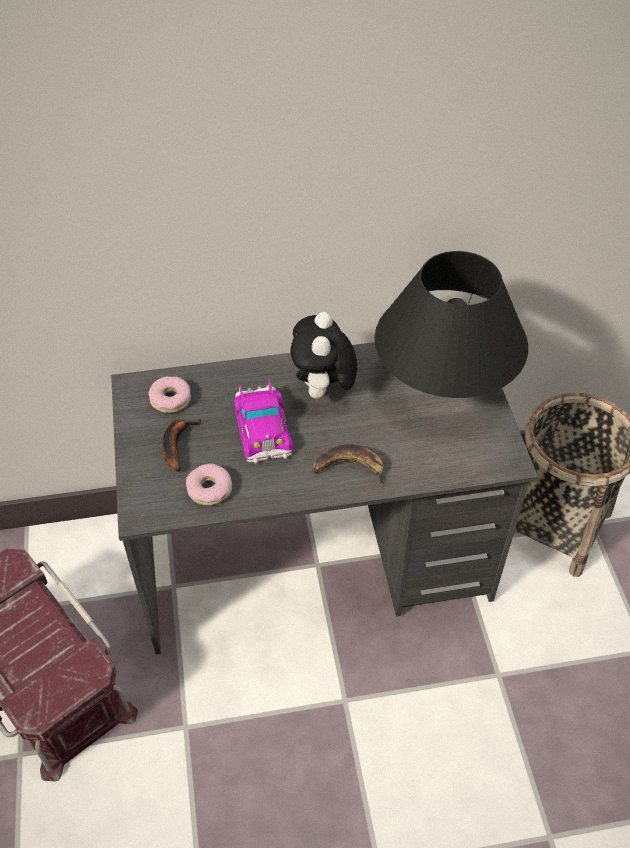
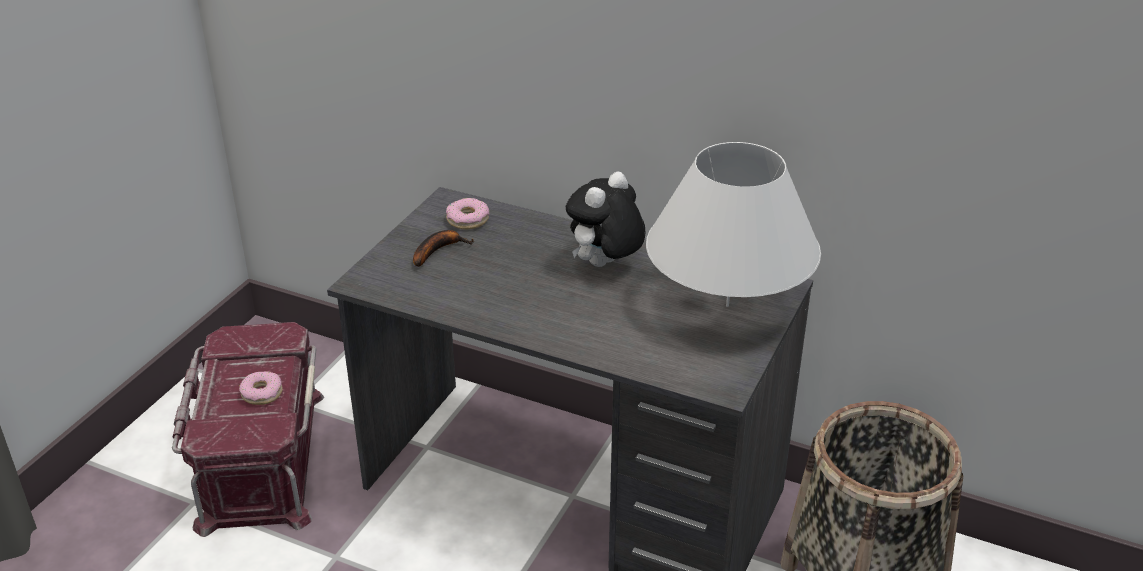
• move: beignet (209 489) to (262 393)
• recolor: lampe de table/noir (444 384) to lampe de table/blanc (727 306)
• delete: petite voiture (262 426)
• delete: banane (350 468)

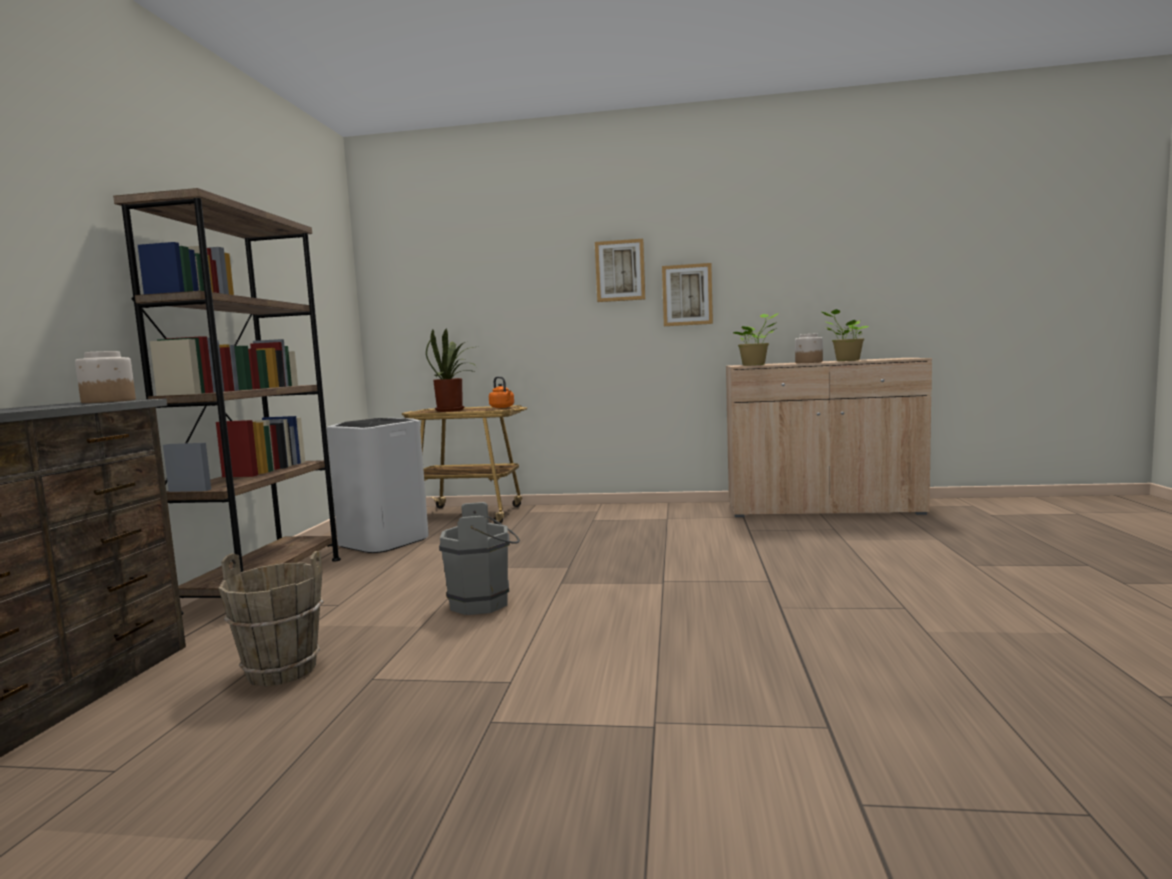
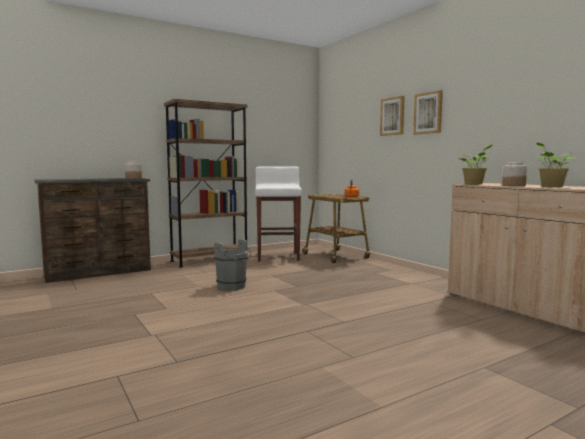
• replace: poubelle/blanc (384 541) to tabouret/blanc (278 257)
• move: tableau (687 295) to (392 116)
• delete: seau/marron (281 671)
• delete: plante en pot (453 410)

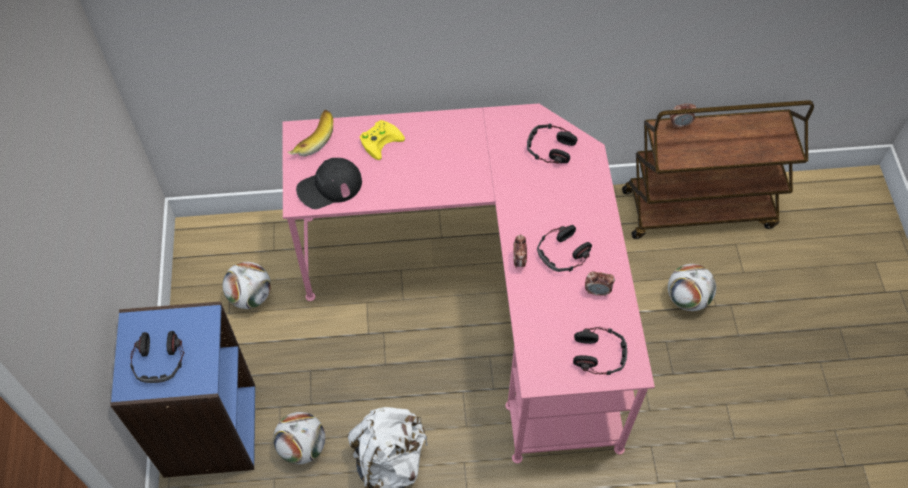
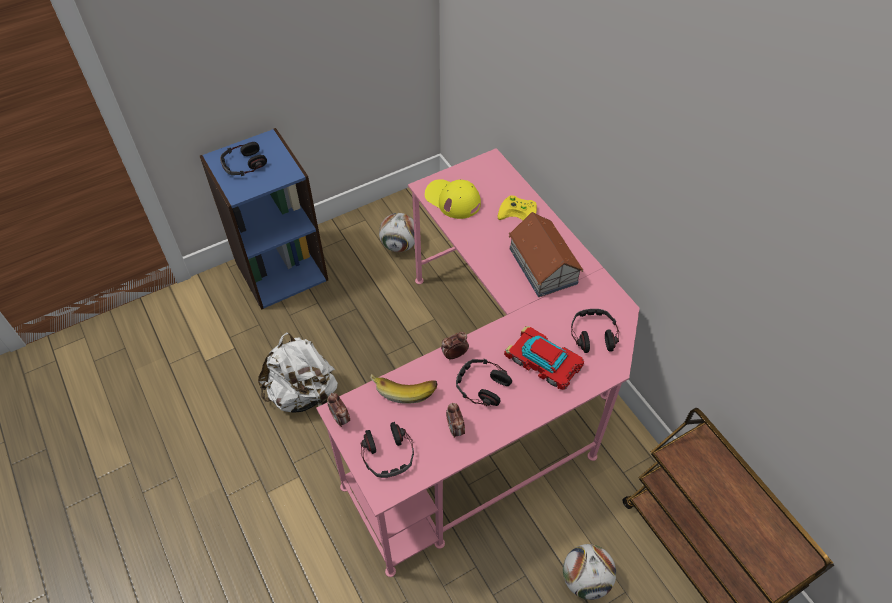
• move: réveil (680 124) to (340 418)
• move: banane (311 138) to (405 388)
• recolor: casquette/noir (329 186) to casquette/jaune (452 199)
• insert: petite voiture (543 362)
• insert: maison miniature (543 266)
• delete: ballon de foot (302 446)

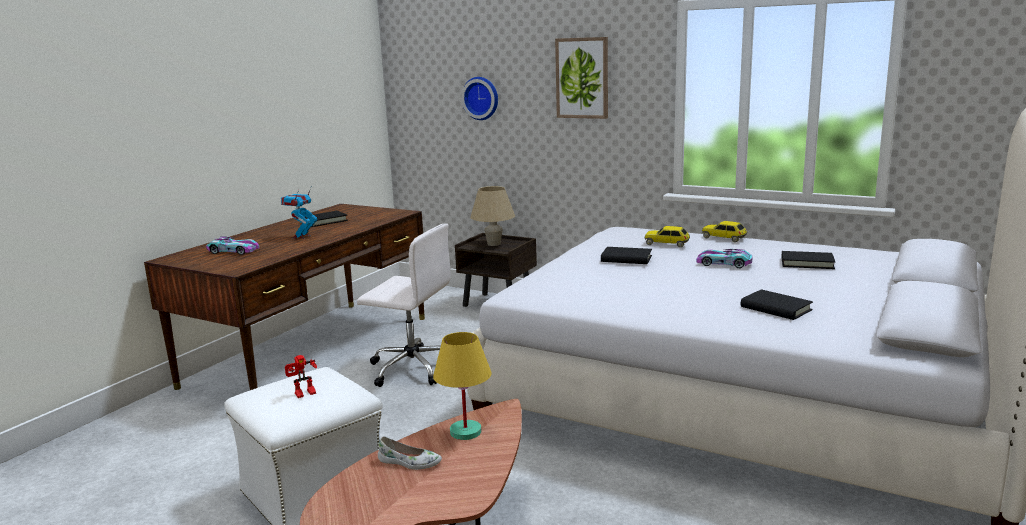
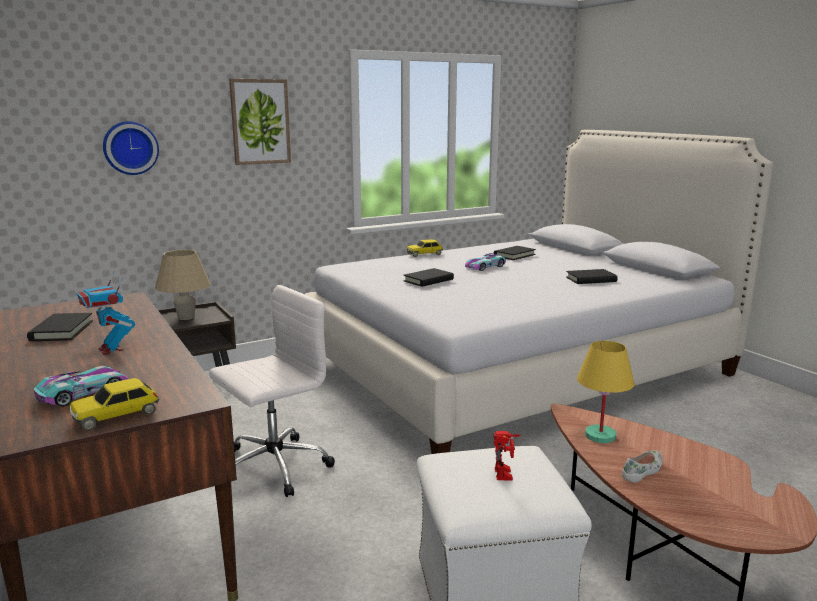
• move: petite voiture (667 244) to (117 415)

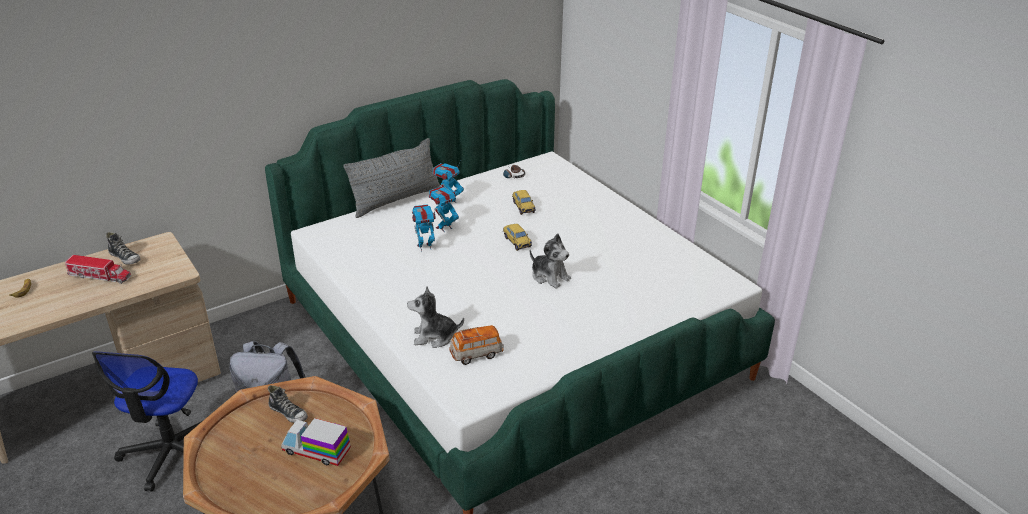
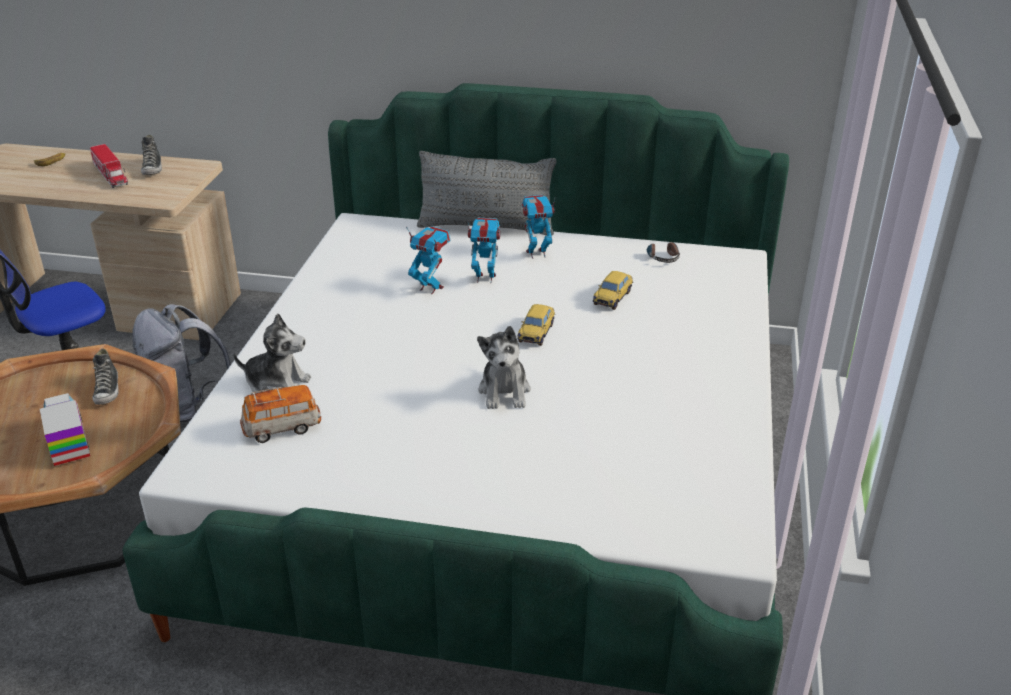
• rotate: peluche (434 337) = (277 384) 150 degrees clockwise
• rotate: petite voiture (477 354) = (282 428) 45 degrees counterclockwise

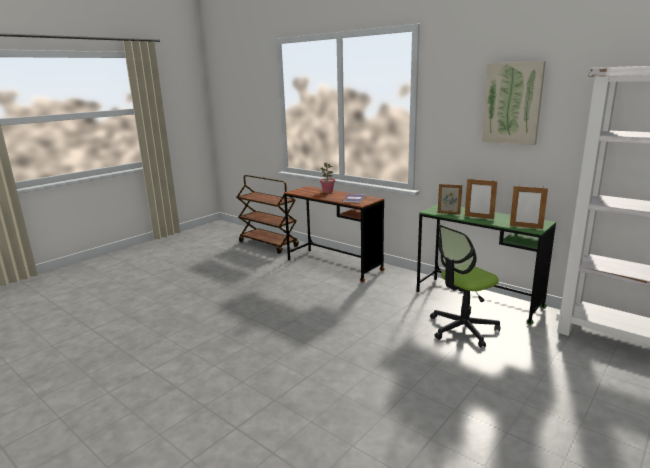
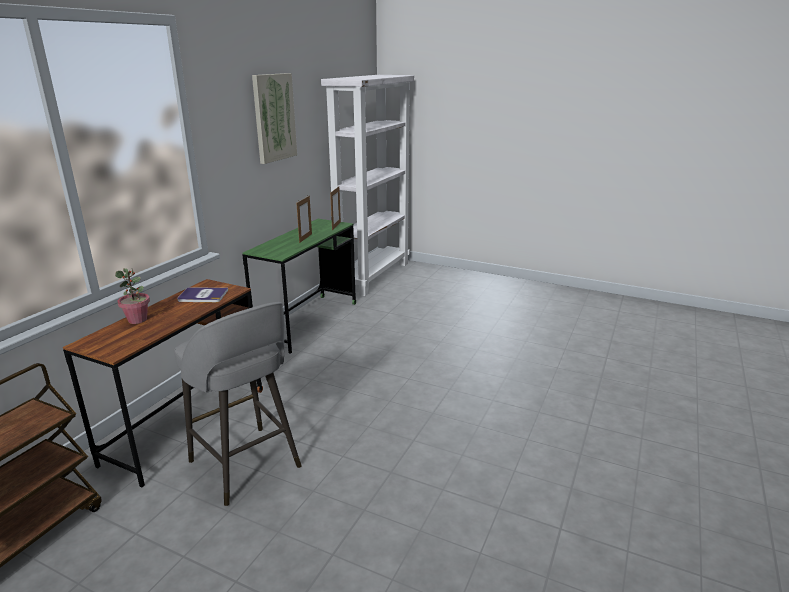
• insert: tabouret/gris (246 466)
• delete: chaise de bureau (462 329)
• delete: cadre photo (448 213)

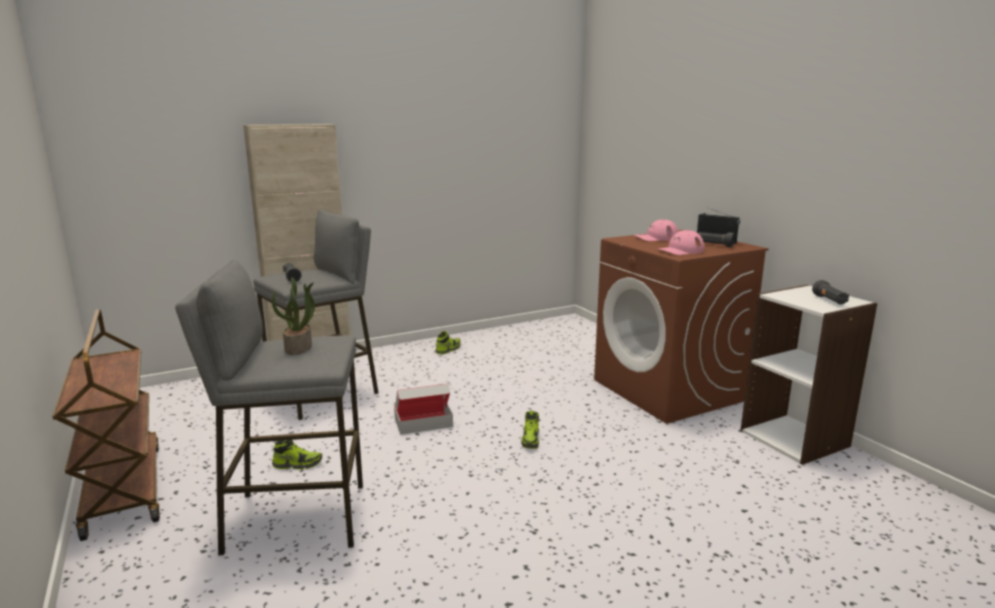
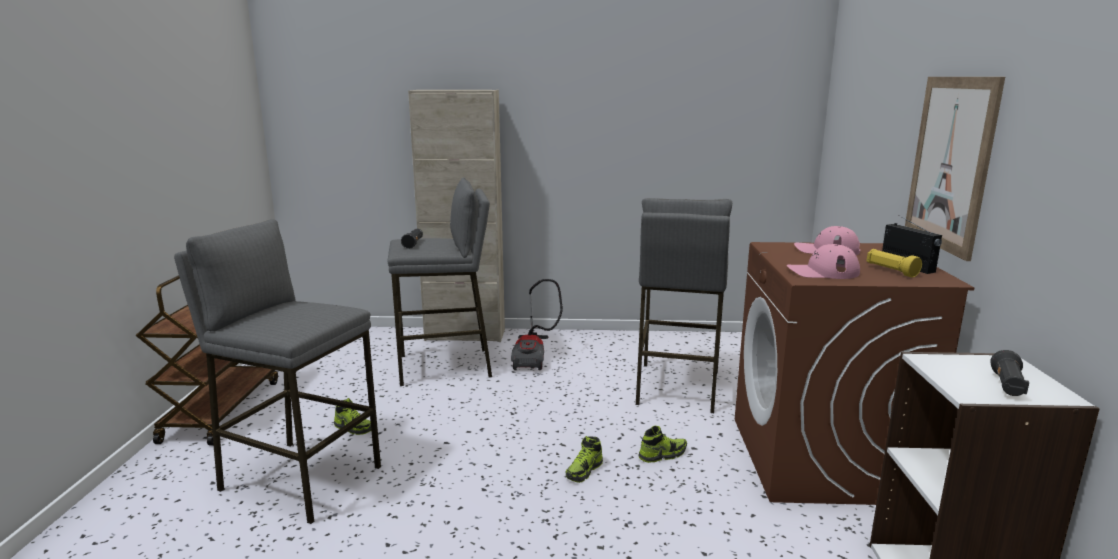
• insert: aspirateur (533 357)
• insert: tabouret/gris (676 387)
• move: chaussure (448 349) to (662 455)
• recolor: lampe de poche/noir (714 245) to lampe de poche/jaune (891 271)
• insert: tableau (950 163)
• delete: plante en pot (299 348)
• delete: carton (423 422)

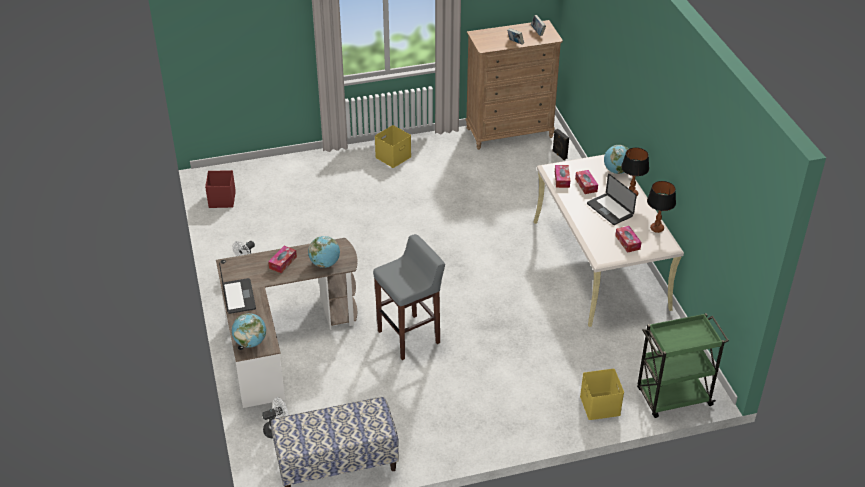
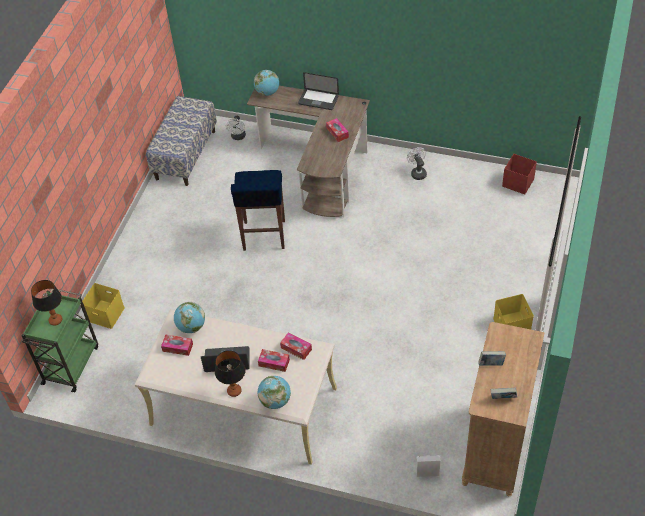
• move: lampe de table (657 229) to (55 320)
• move: globe (325 264) to (191 327)
• recolor: tabouret/gris (410 337) to tabouret/bleu (264 236)
• recolor: enceinte/noir (559 155) to enceinte/blanc (427 473)

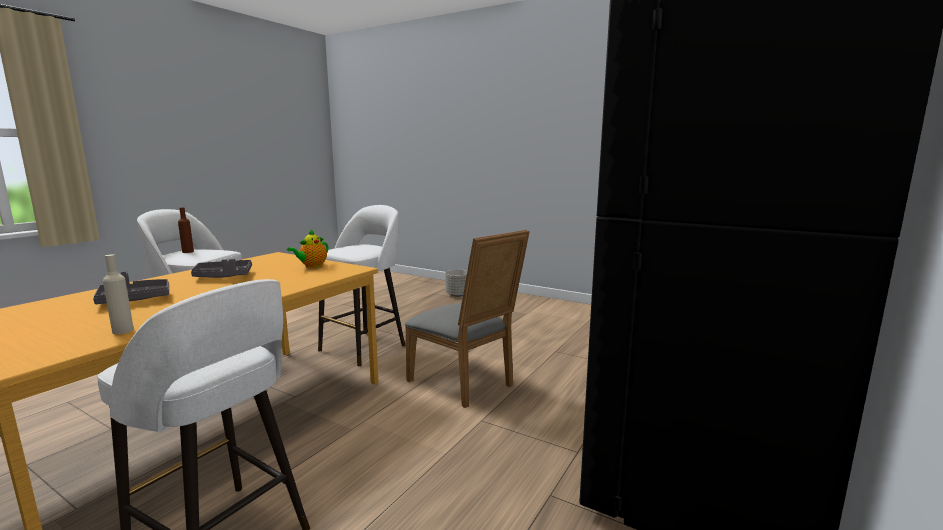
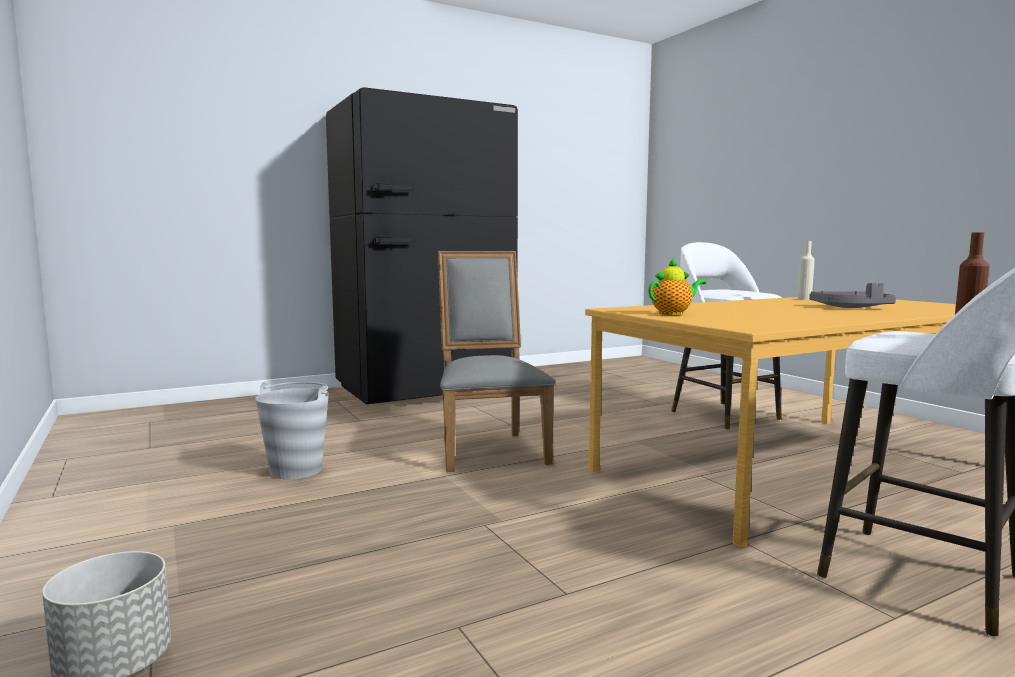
• insert: seau/gris (296 470)
• delete: plateau/gris (223 276)
• delete: tabouret/blanc (364 347)

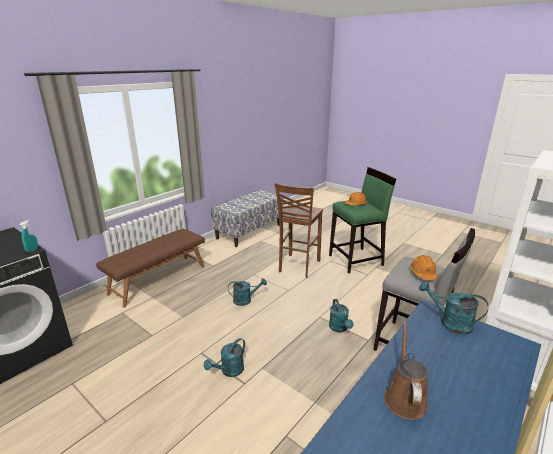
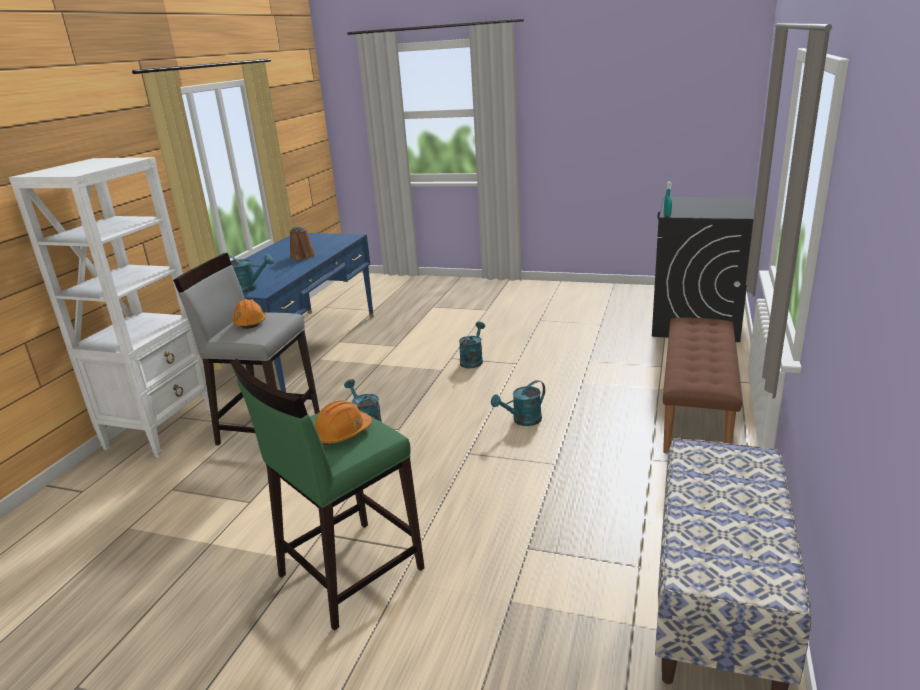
• delete: tabouret/marron (298 266)

